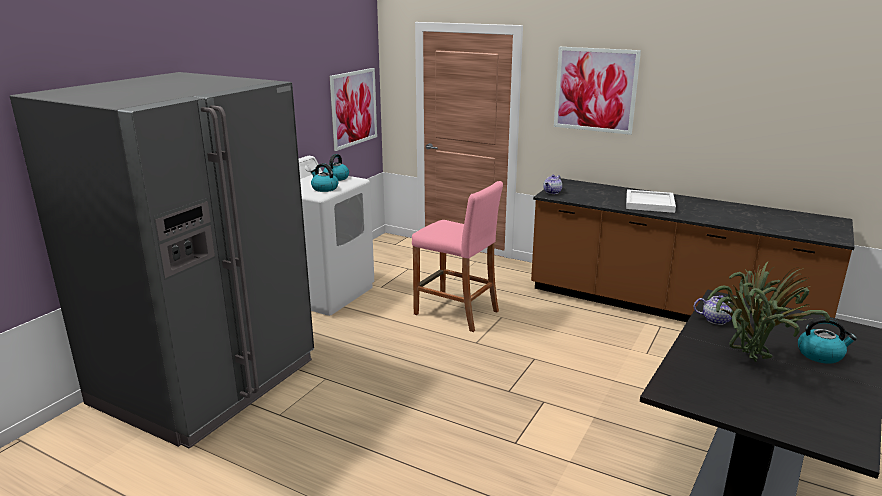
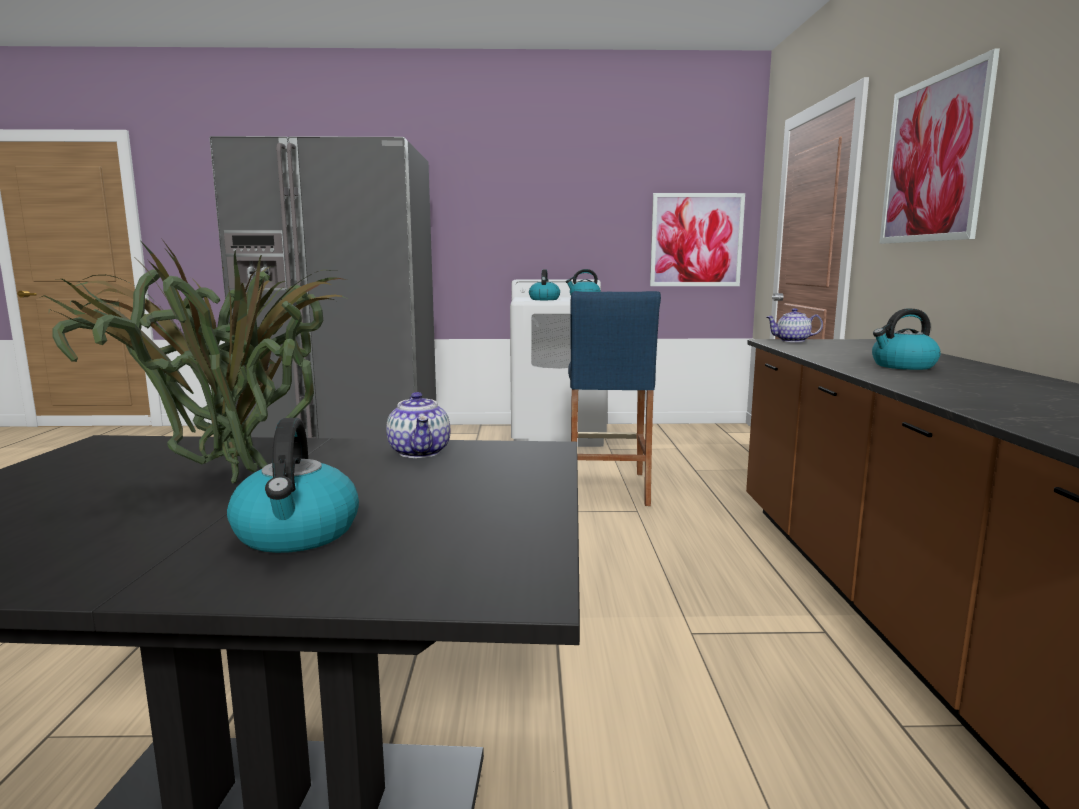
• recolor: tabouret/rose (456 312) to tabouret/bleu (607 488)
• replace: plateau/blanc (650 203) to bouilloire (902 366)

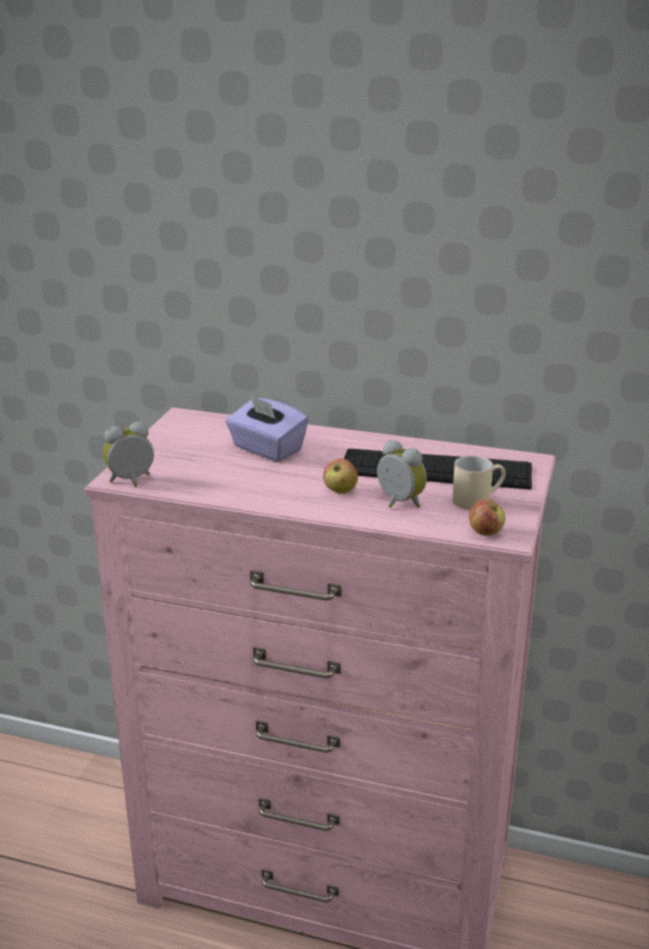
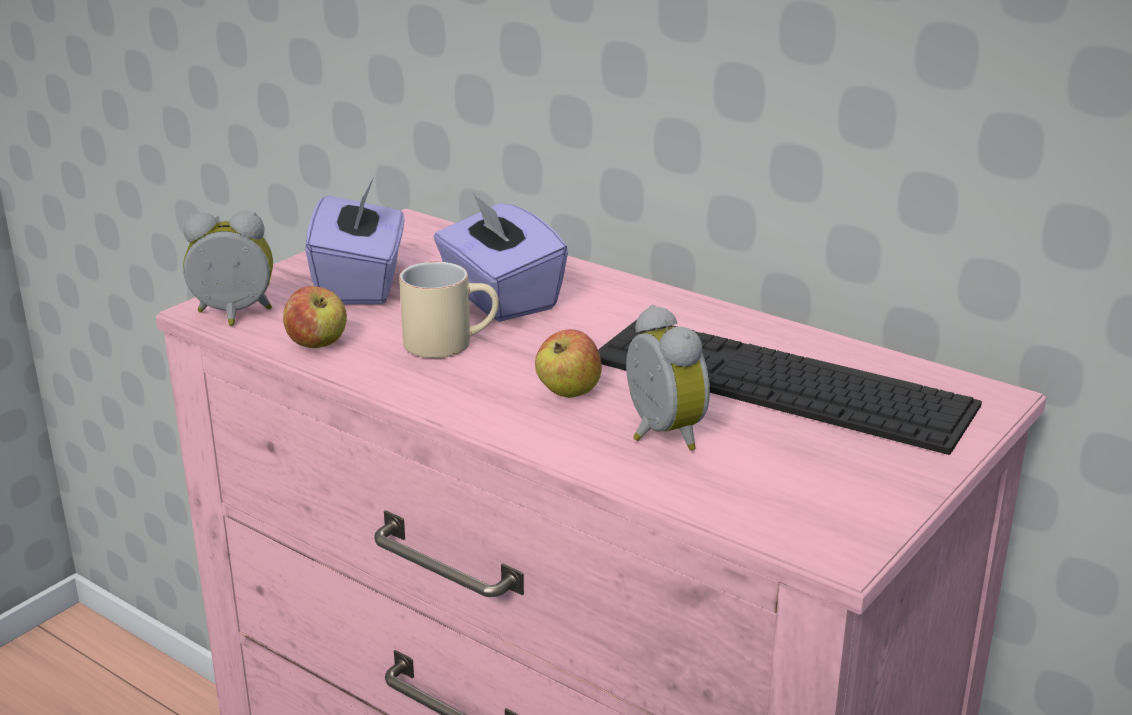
• move: pomme (485 533) to (317 344)
• insert: boîte à mouchoirs/violet (361 284)
• move: mug/beige (477 499) to (451 342)

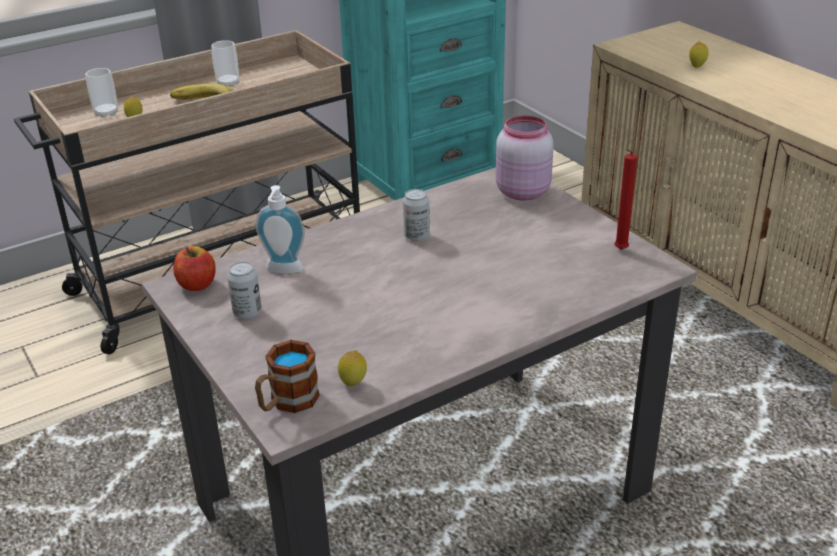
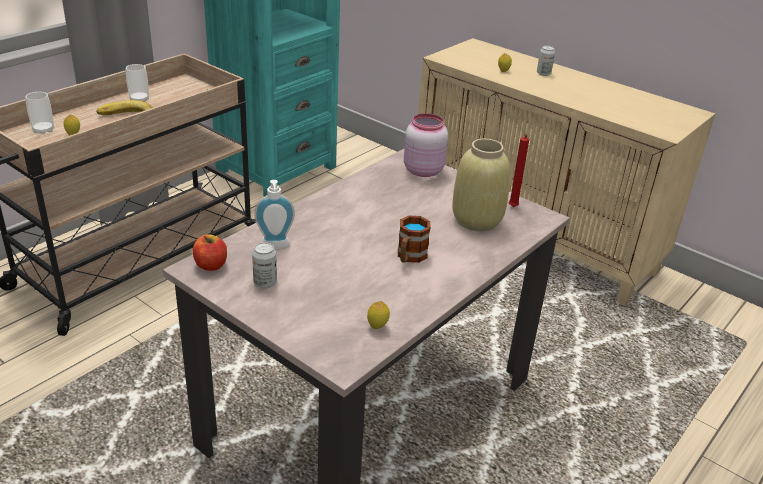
• move: mug (287 402) to (409 257)
• insert: vase/beige (476 220)
• move: boîte métallique (416 236) to (543 74)

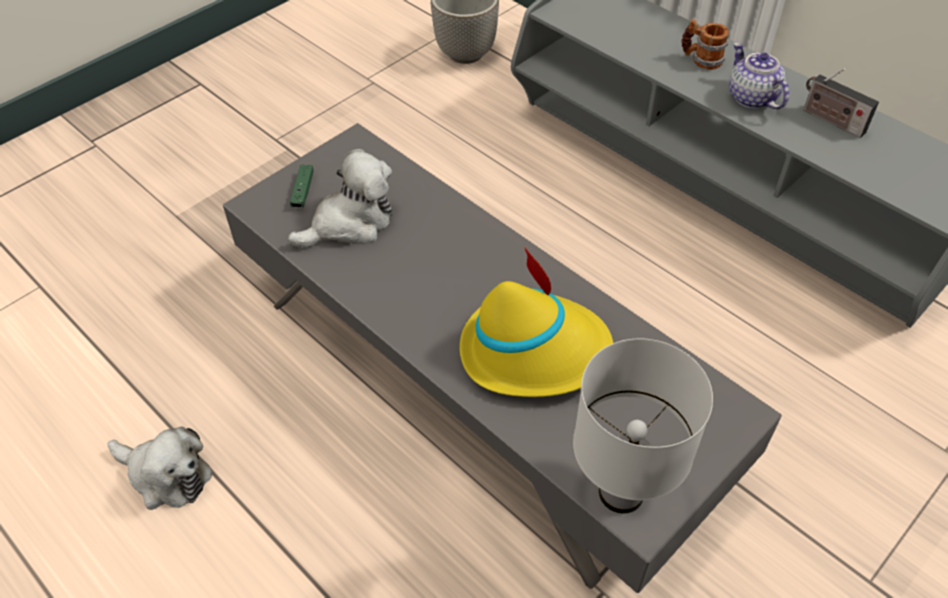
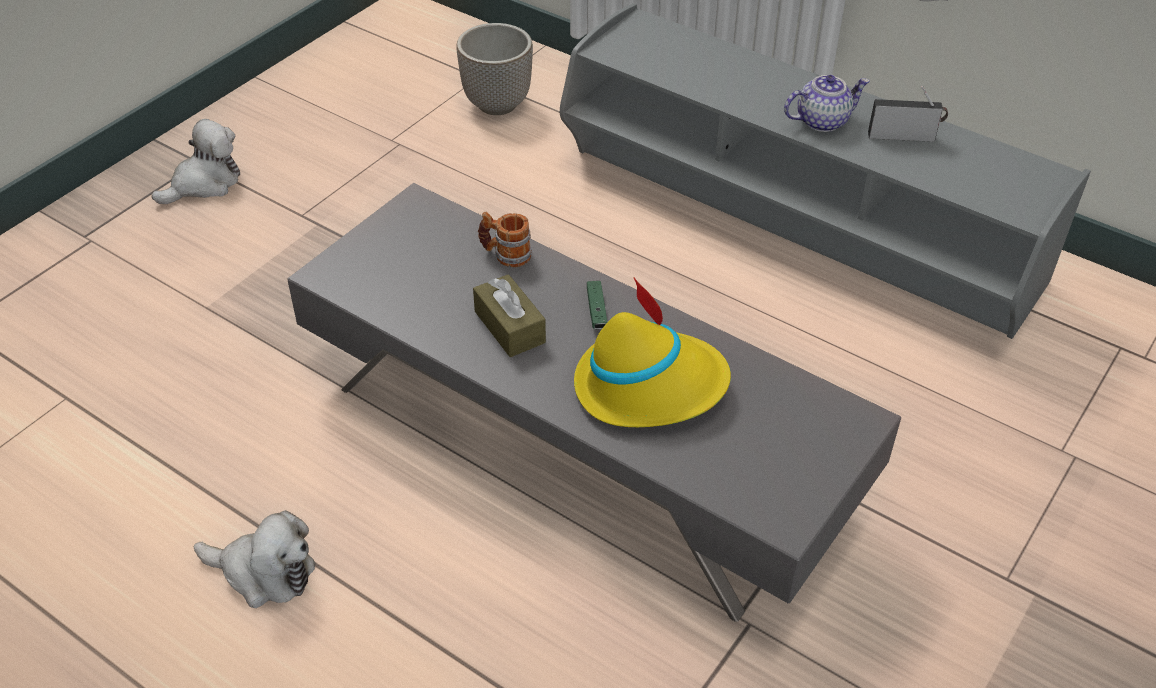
• move: peluche (350 223) to (204 183)
• insert: boîte à mouchoirs/marron (509 327)
• move: mug (701 59) to (505 254)
• move: manette/vert (303 191) to (596 311)
• rotate: théière (751 97) = (822 120) 105 degrees clockwise
• rotate: radio (830 120) = (904 136) 150 degrees clockwise
• delete: lampe de table/blanc (622 493)

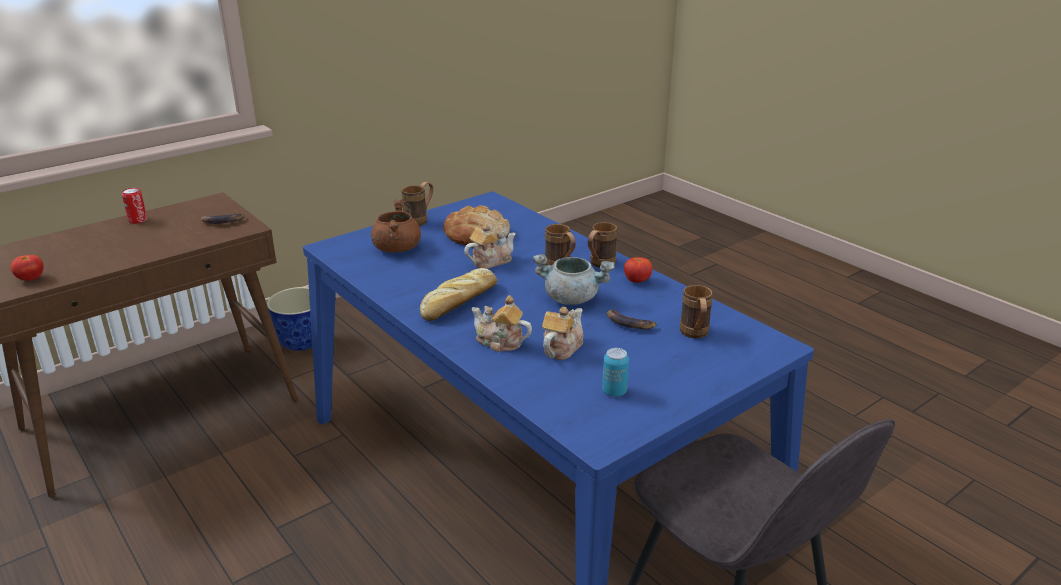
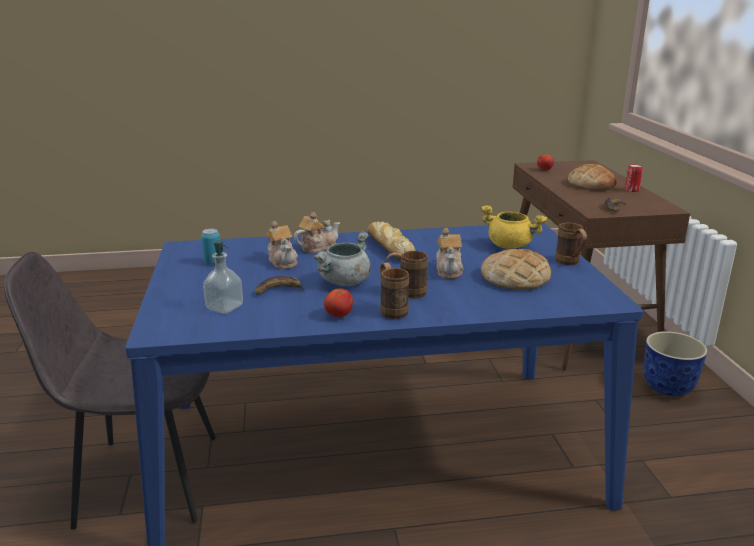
• replace: mug/marron (695 335) to distributeur de savon (224 307)
• recolor: marmite/marron (396 248) to marmite/jaune (510 246)
• insert: pain (592 184)

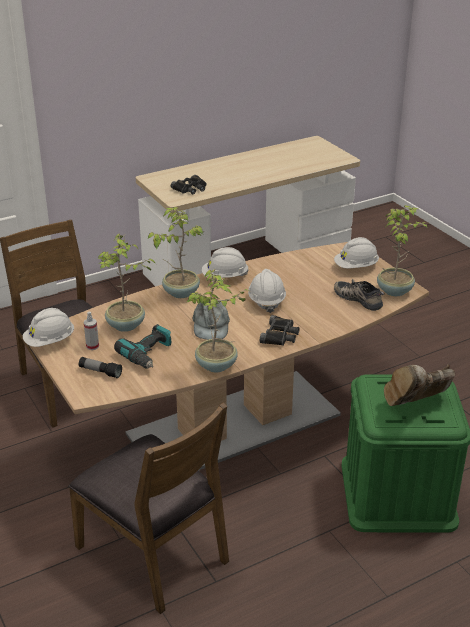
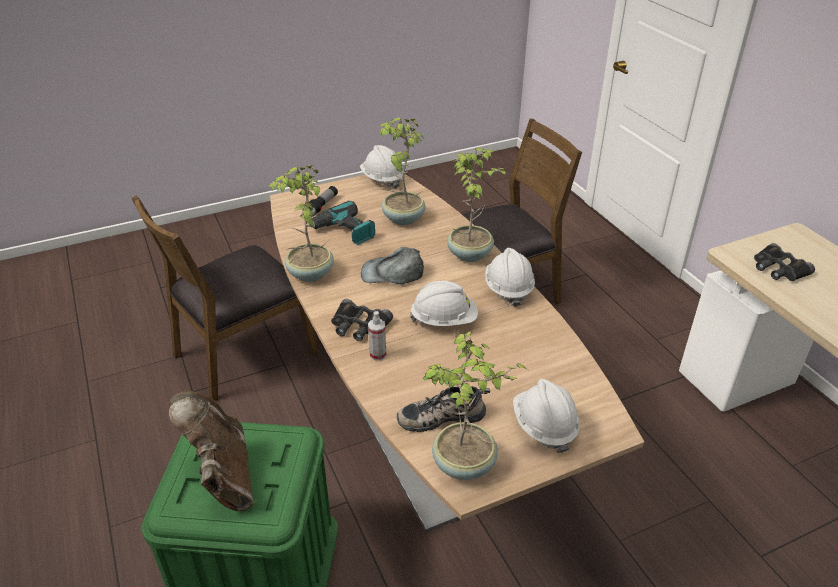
• move: vaporisateur (92 346) to (378 354)
• rotate: chaussure (359 299) = (442 415) 150 degrees counterclockwise

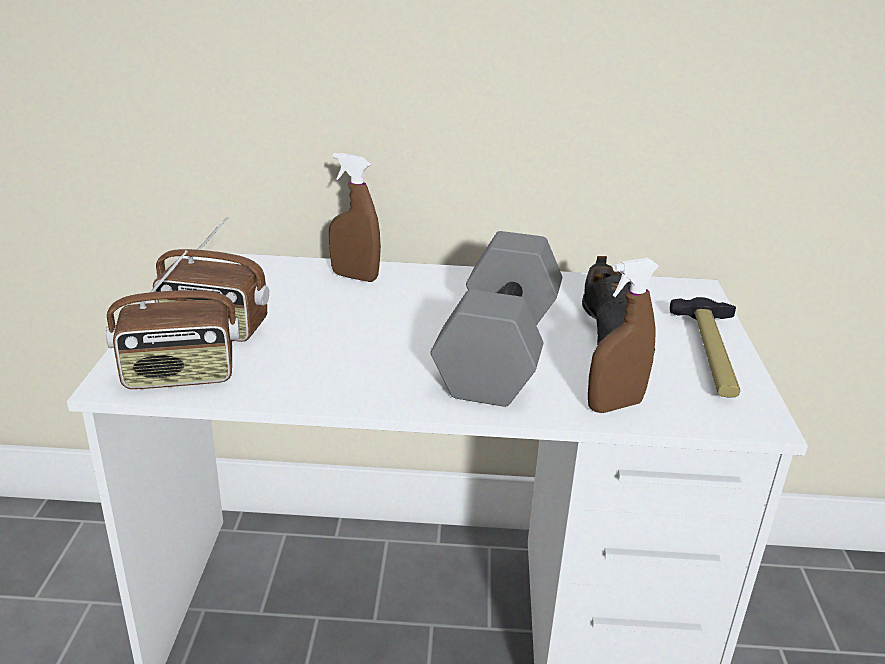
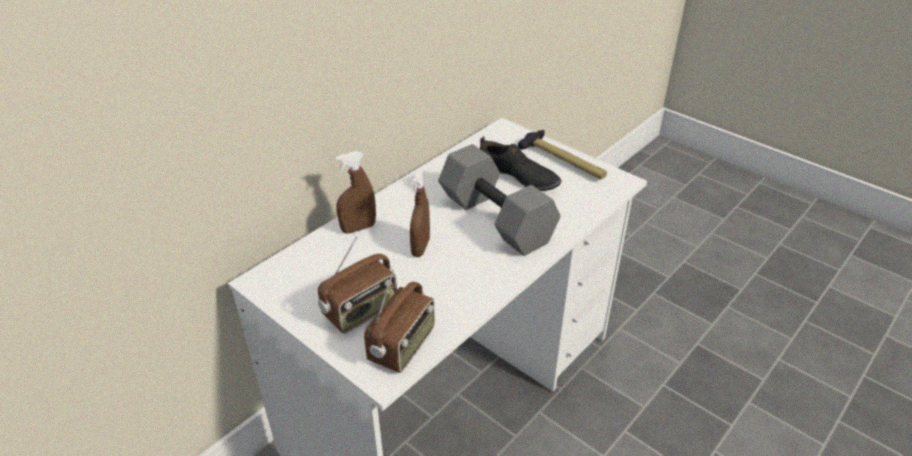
• move: vaporisateur/marron (614 405) to (420 247)

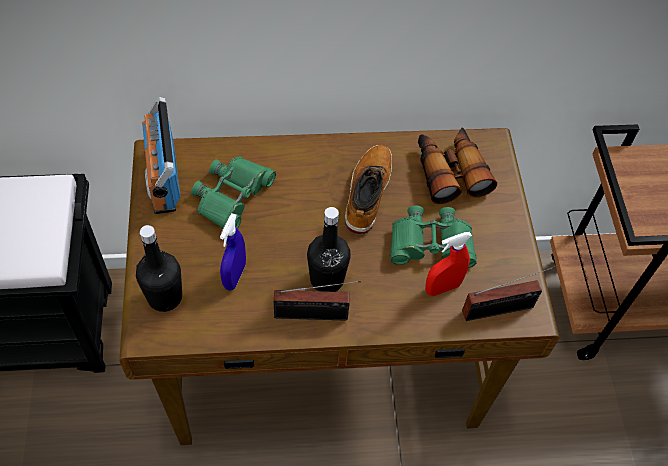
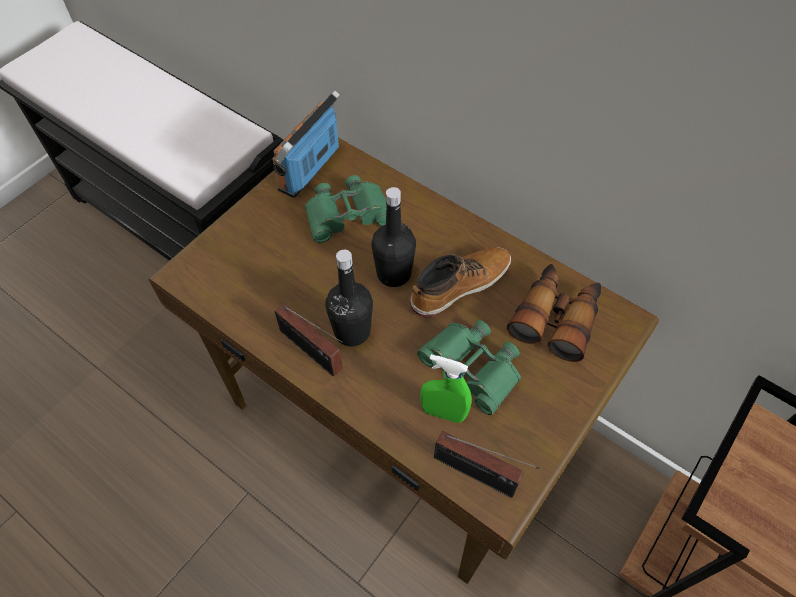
• move: bouteille/noir (165 297) to (394 273)
• recolor: vaporisateur/rouge (442 287) to vaporisateur/vert (443 413)
• delete: vaporisateur/bleu (234 276)

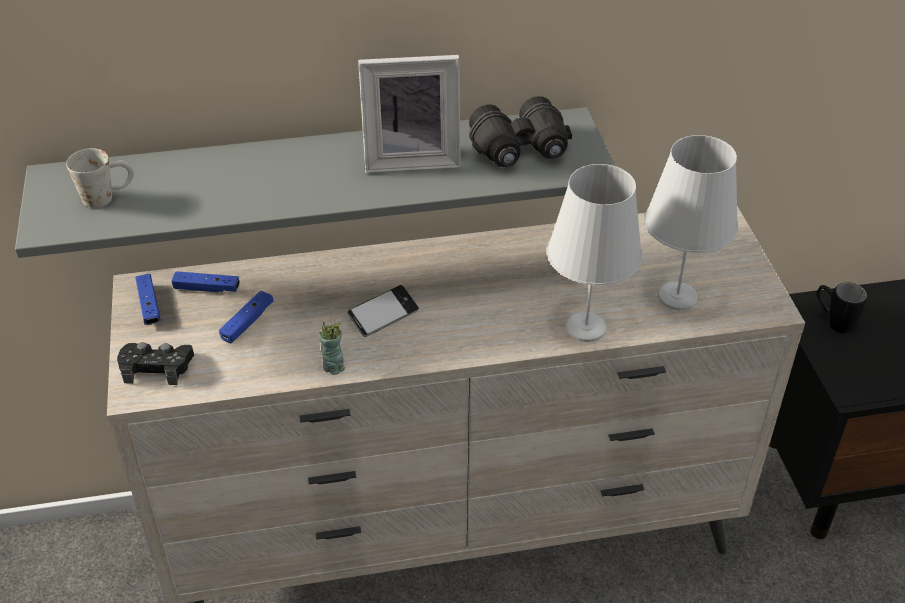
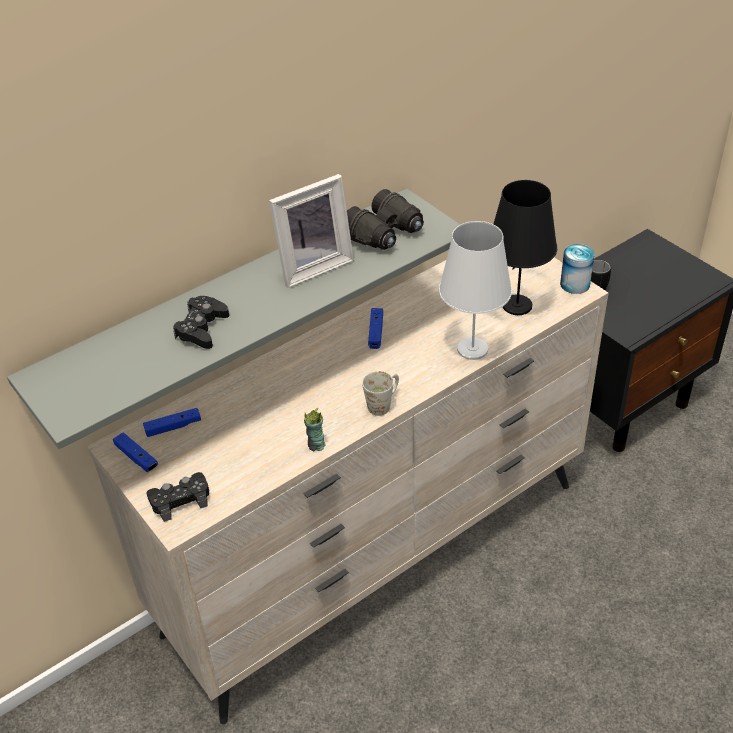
• insert: manette/noir (202 328)
• move: mug/blanc (107 196) to (383 403)
• move: manette/bleu (247 322) to (376 332)
• recolor: lampe de table/blanc (676 296) to lampe de table/noir (516 305)
• insert: boîte métallique (575 284)
• delete: téléphone (383 315)

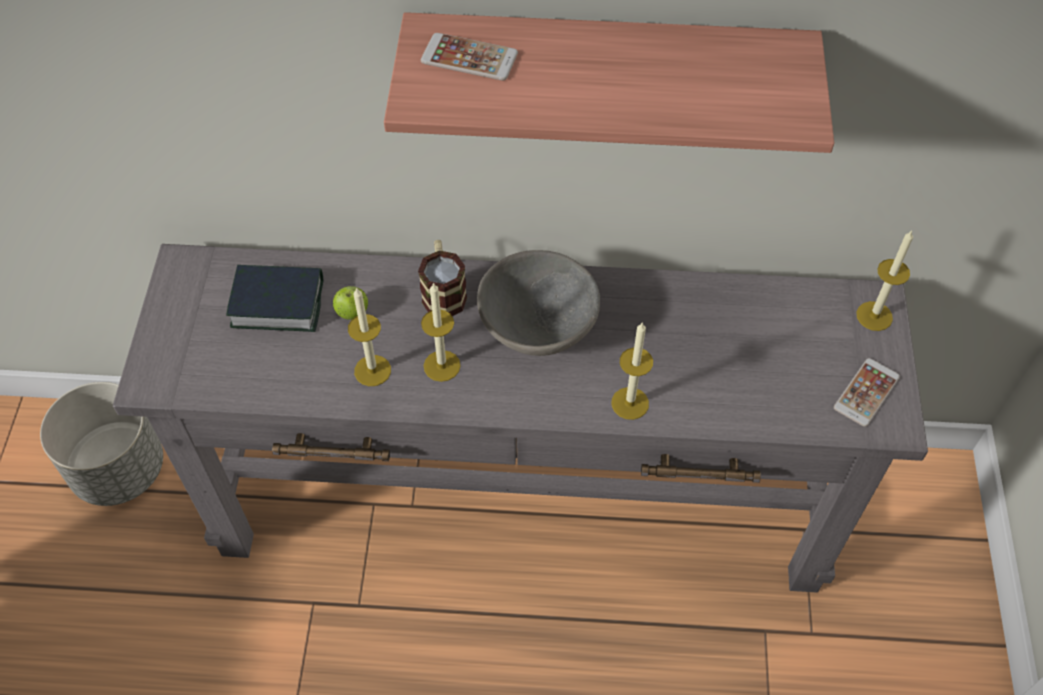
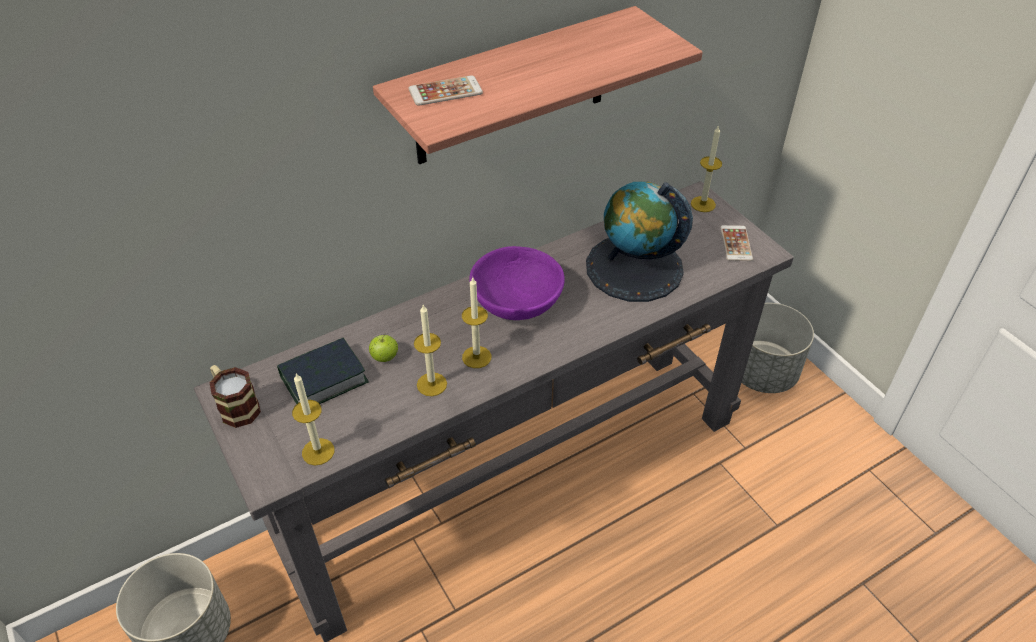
• move: mug (443 291) to (236 406)
• move: bougie (630 403) to (318 451)
• recolor: bol/gris (539 325) to bol/violet (518 302)
• insert: globe (634 268)
• insert: cache-pot/gris (762 373)

